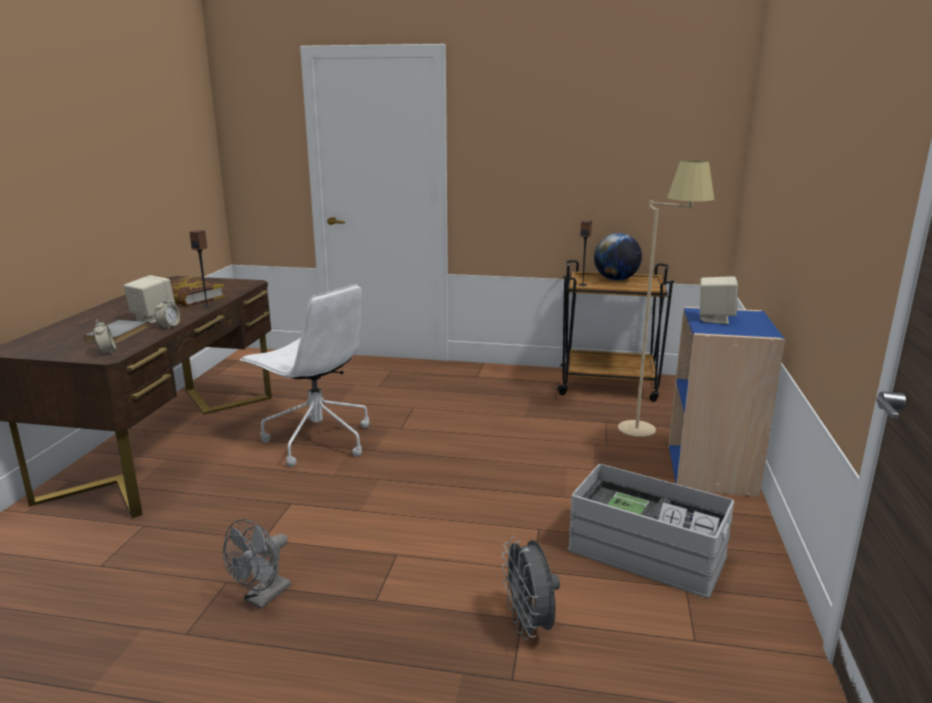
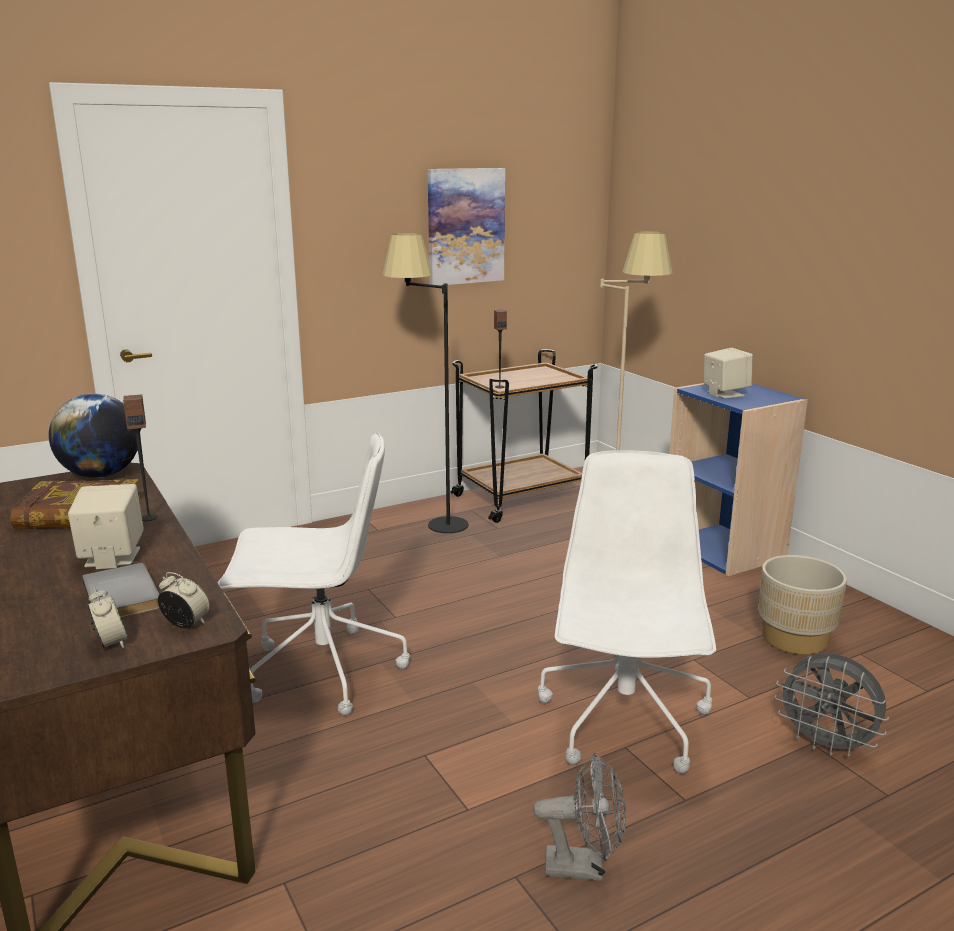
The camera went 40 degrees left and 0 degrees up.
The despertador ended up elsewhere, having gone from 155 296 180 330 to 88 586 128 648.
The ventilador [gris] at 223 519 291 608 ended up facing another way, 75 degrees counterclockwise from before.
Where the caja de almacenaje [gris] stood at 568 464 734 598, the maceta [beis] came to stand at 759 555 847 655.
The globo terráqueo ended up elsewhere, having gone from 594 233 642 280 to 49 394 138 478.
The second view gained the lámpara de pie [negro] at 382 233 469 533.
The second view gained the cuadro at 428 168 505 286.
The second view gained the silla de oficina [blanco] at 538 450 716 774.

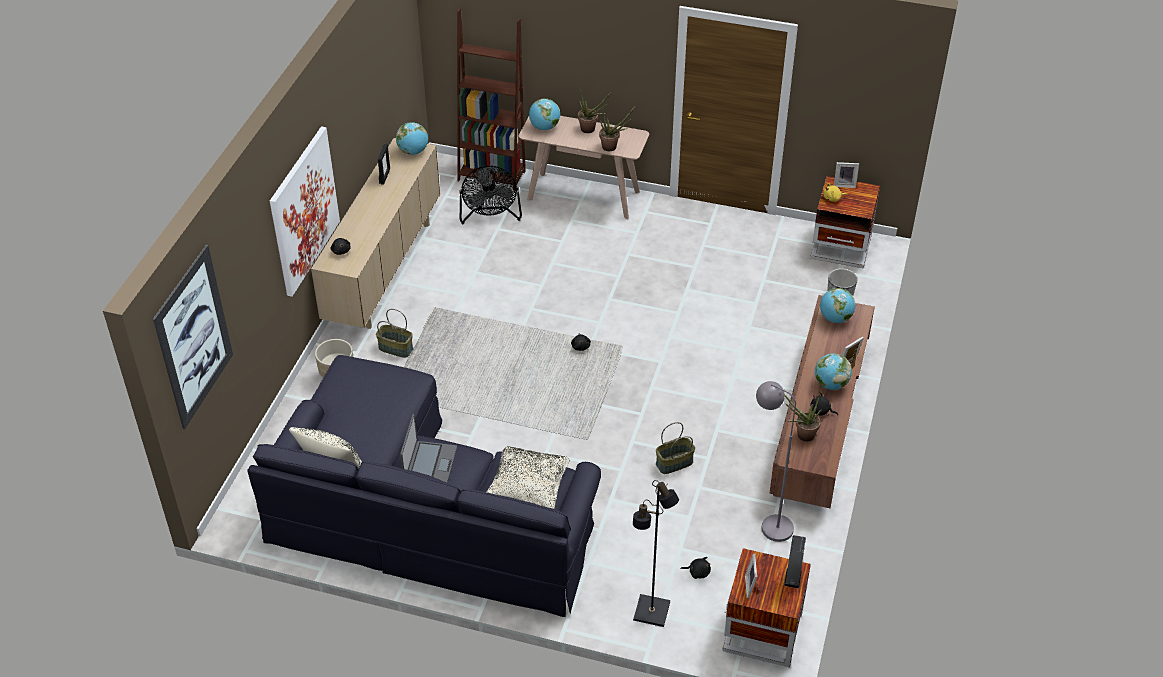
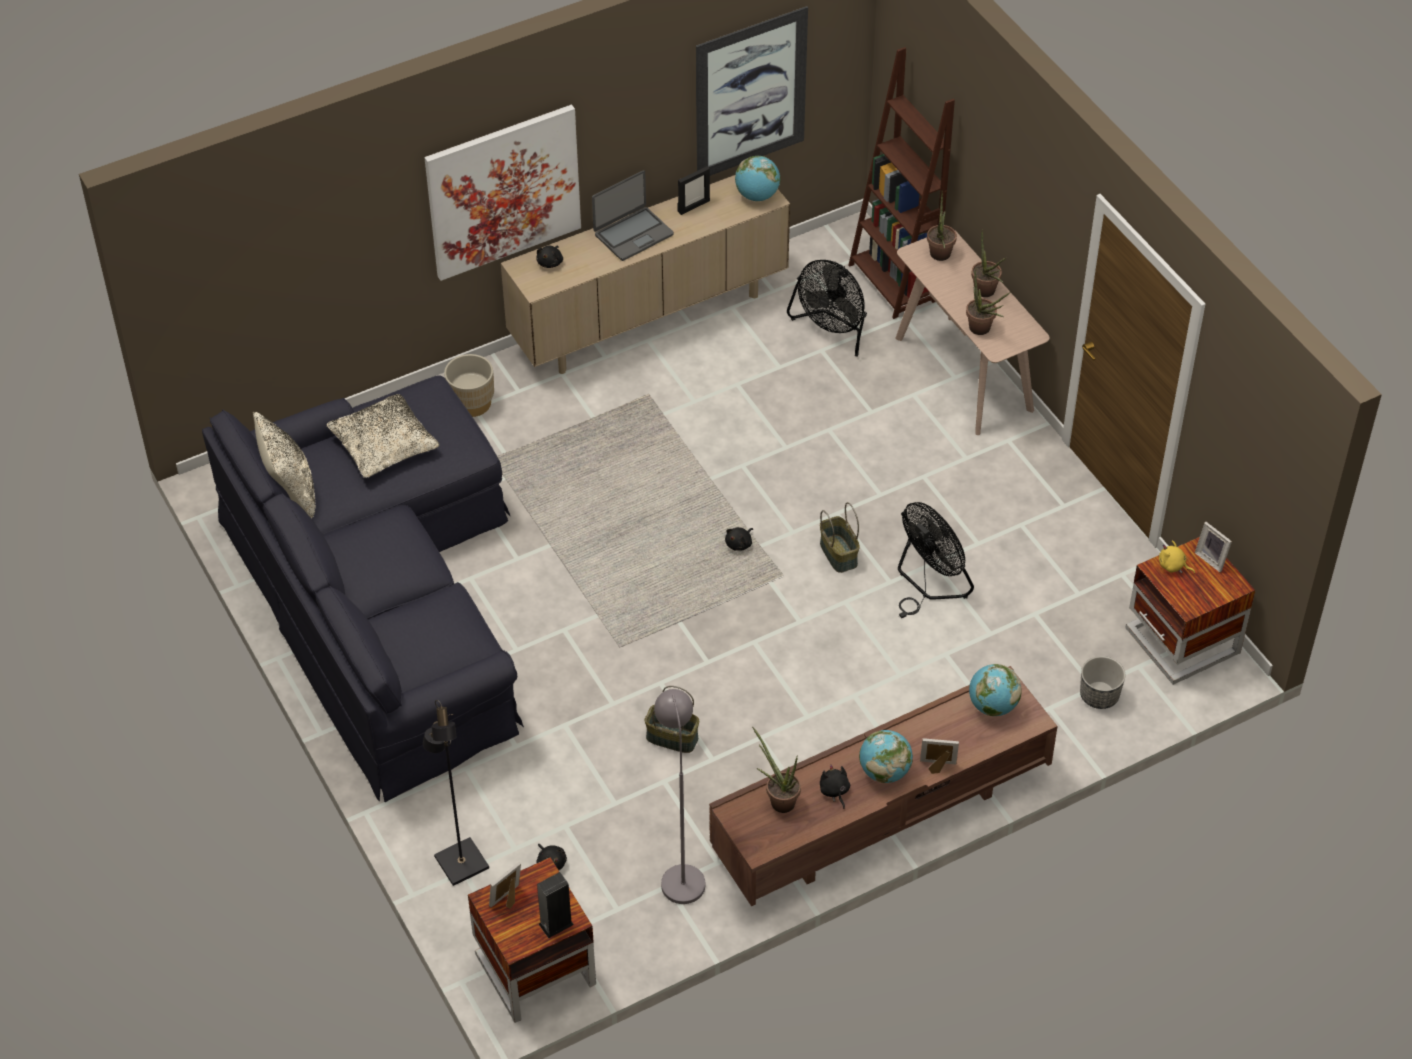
The camera went 45 degrees right and 5 degrees up.
The cuadro ended up elsewhere, having gone from 153 245 233 429 to 696 6 808 176.
The cesta ended up elsewhere, having gone from 376 309 413 358 to 820 502 860 573.
The portátil ended up elsewhere, having gone from 400 414 457 483 to 592 170 674 261.
The cojín [beis] ended up elsewhere, having gone from 486 446 569 509 to 327 394 439 478.
Where the globo terráqueo stood at 529 98 560 130, the planta en maceta came to stand at 927 193 957 261.
The second view gained the ventilador [negro] at 898 502 974 618.

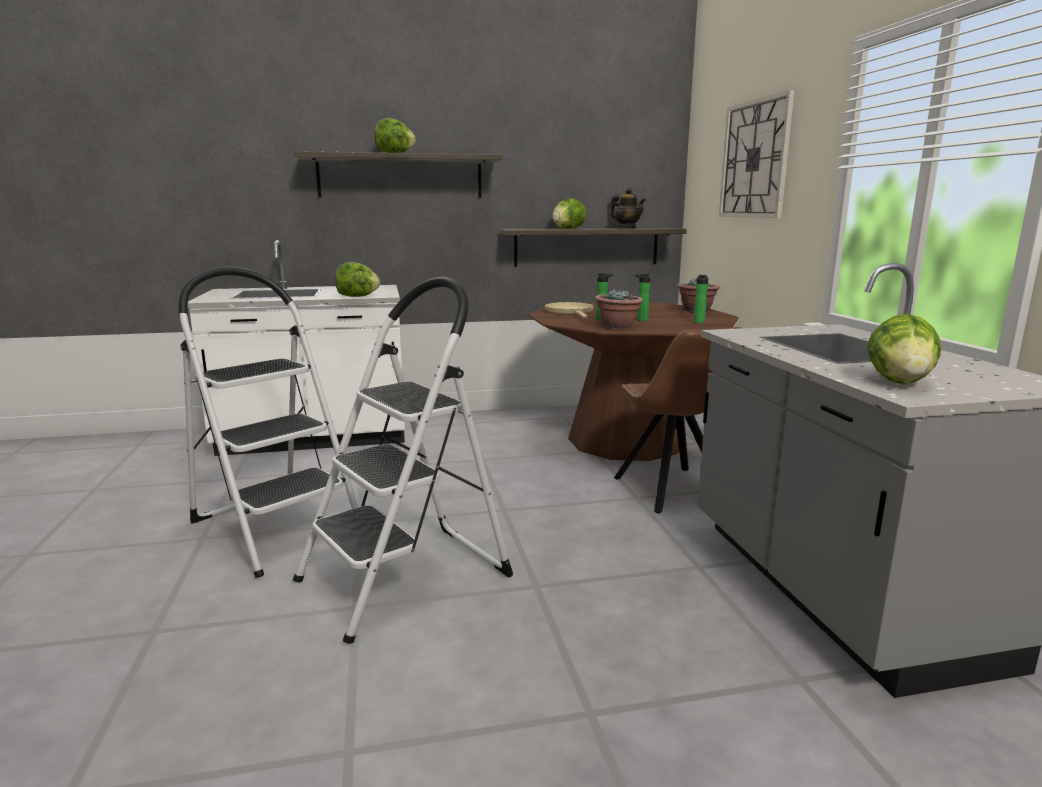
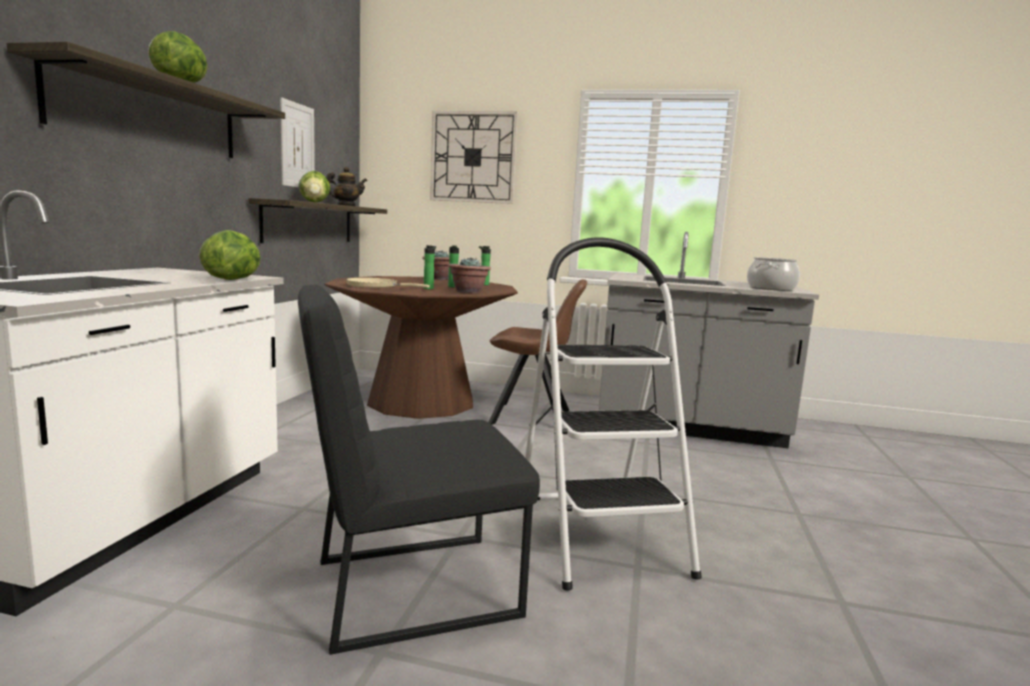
The camera went 65 degrees left and 5 degrees down.
Where the escalera de tijera stood at 178 267 358 578, the silla [negro] came to stand at 298 284 540 655.
Where the lechuga stood at 867 314 941 384, the olla came to stand at 747 257 800 291.
The second view gained the cuadro at 280 97 315 187.

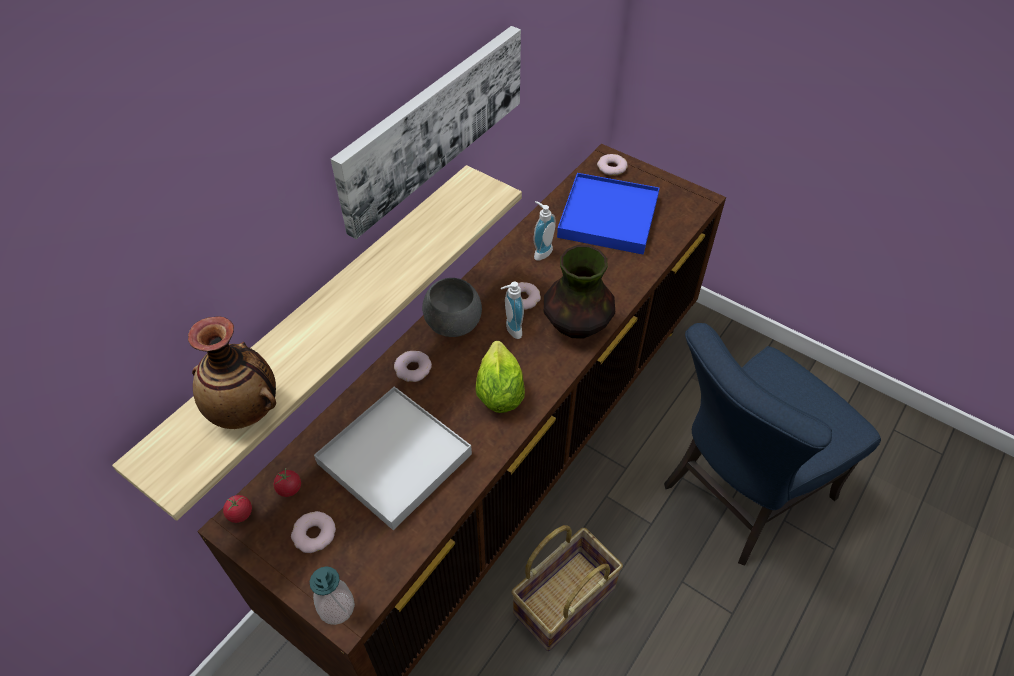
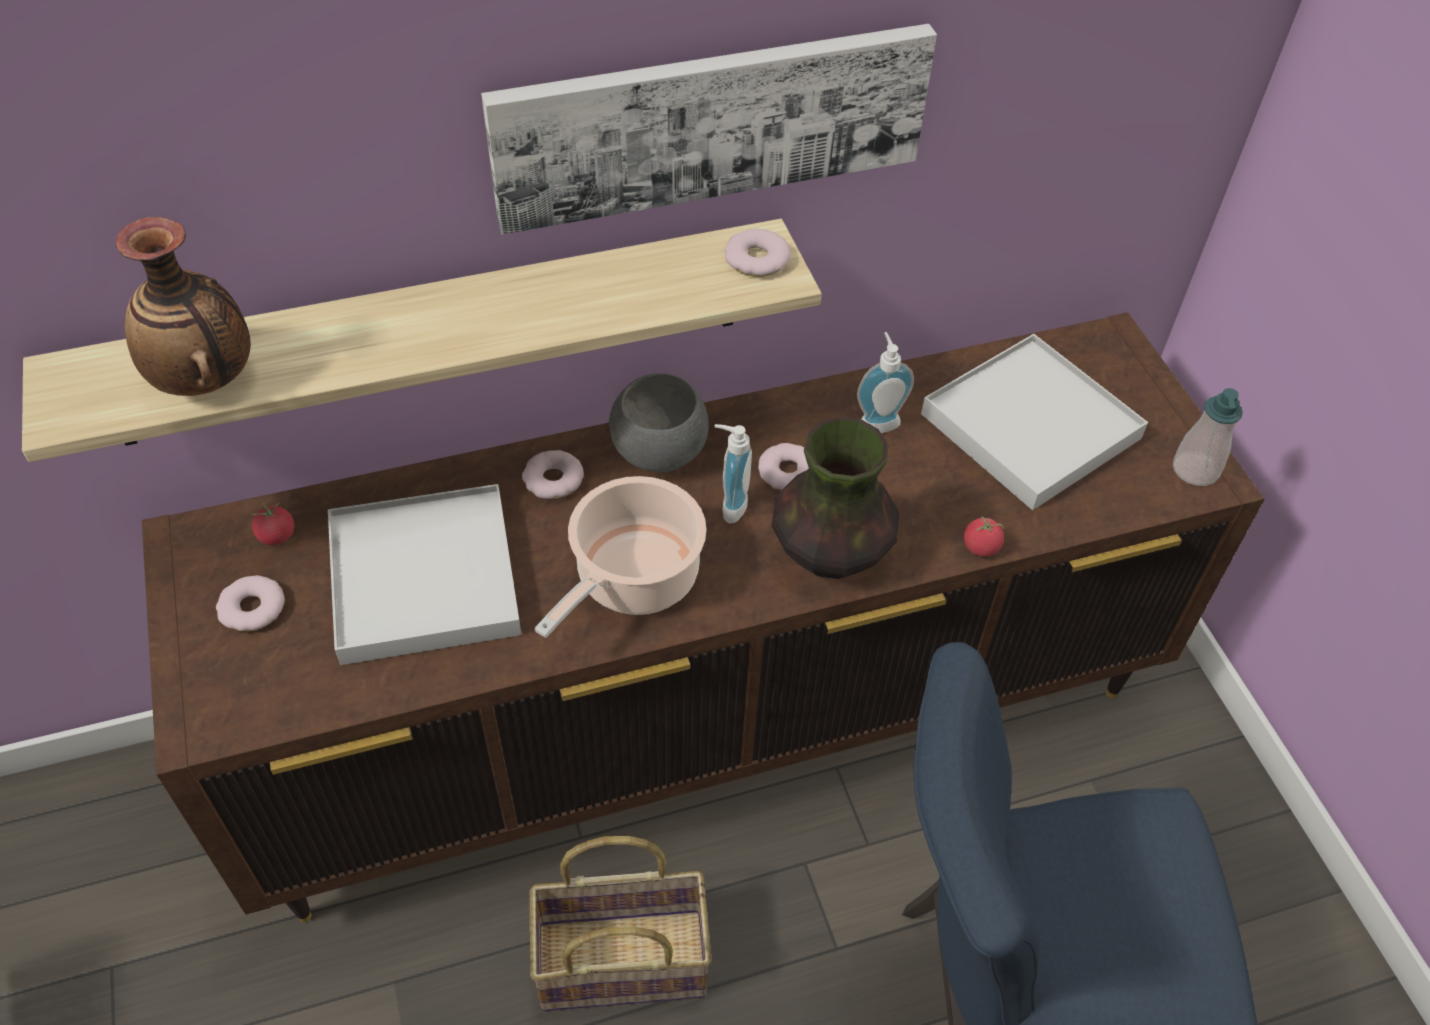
The camera went 35 degrees right and 0 degrees up.
The tomate ended up elsewhere, having gone from 223 495 252 523 to 964 516 1004 557.
The dispensador de jabón ended up elsewhere, having gone from 310 566 355 625 to 1173 388 1243 486.
Where the lechuga stood at 476 341 525 413, the olla came to stand at 535 476 707 638.
What was the bandeja [azul] at 557 173 660 254 turned into the bandeja [blanco] at 921 334 1148 510.
The rosquilla ended up elsewhere, having gone from 597 154 628 176 to 724 229 791 277.

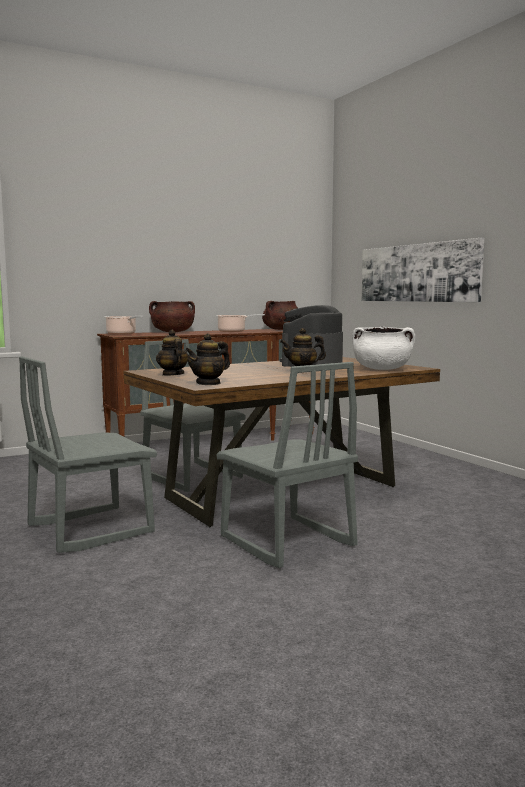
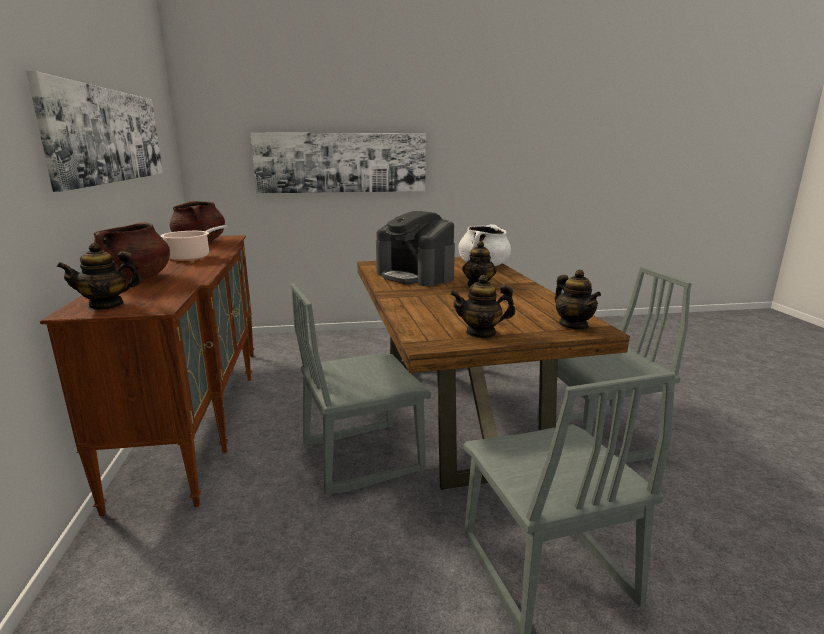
The camera went 70 degrees left and 10 degrees up.
Where the olla stood at 106 316 143 335, the tetera came to stand at 57 243 142 310.
The second view gained the cuadro at 26 71 163 192.

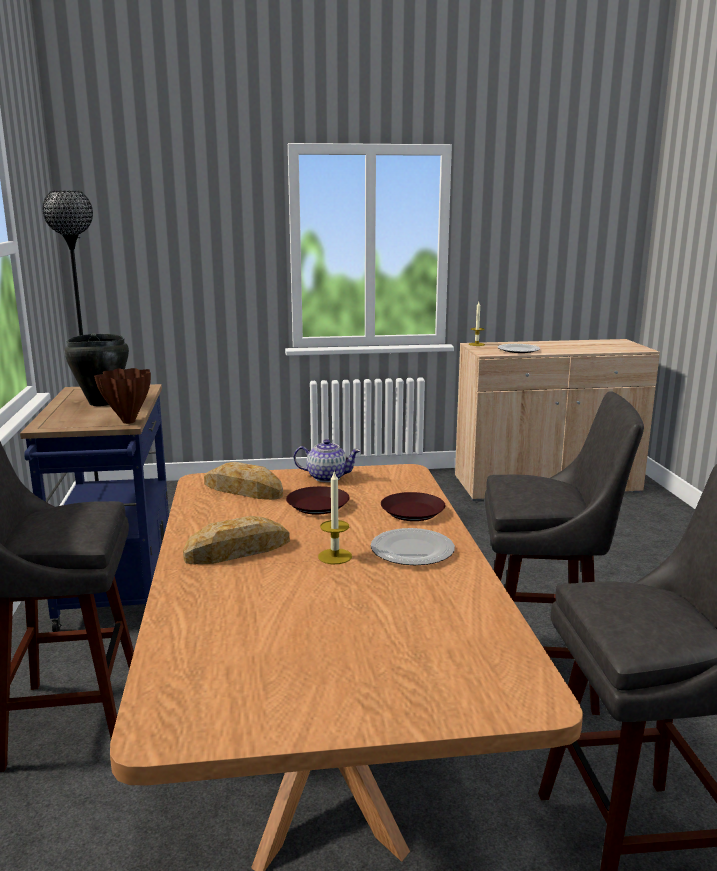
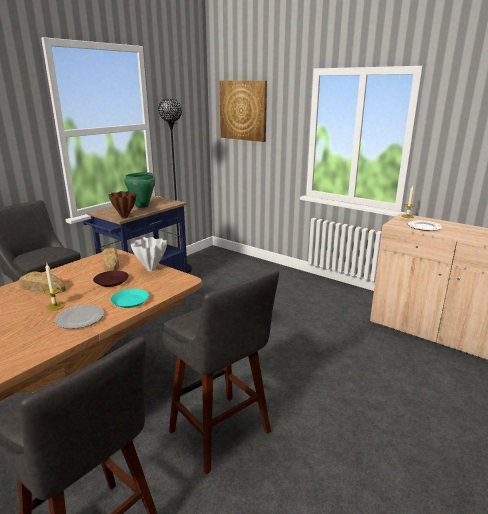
The camera went 45 degrees right and 5 degrees up.
What was the olla [negro] at 64 334 129 406 turned into the olla [verde] at 124 172 155 208.
Where the tetera stood at 294 439 361 482, the florero [blanco] came to stand at 131 237 167 271.
What was the plato [marrón] at 381 492 445 521 turned into the plato [turquesa] at 111 289 149 308.
The second view gained the cuadro at 219 81 267 142.

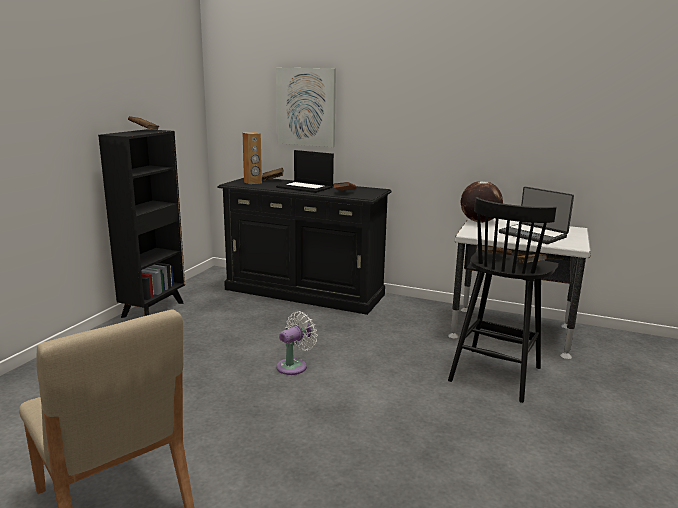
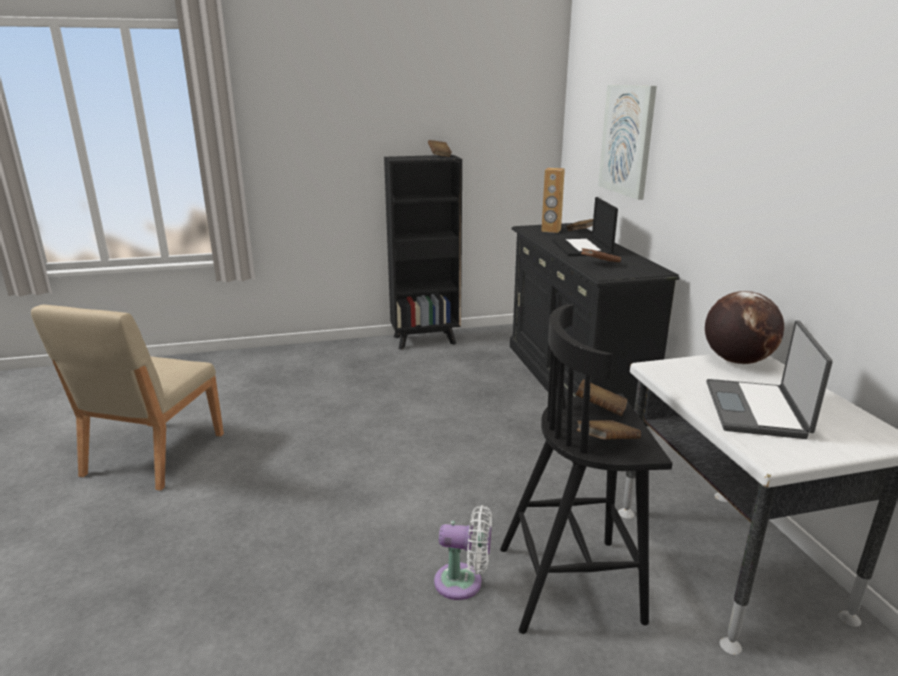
The camera went 55 degrees right and 5 degrees up.
The ventilador [blanco] ended up elsewhere, having gone from 277 311 318 375 to 434 505 492 600.

